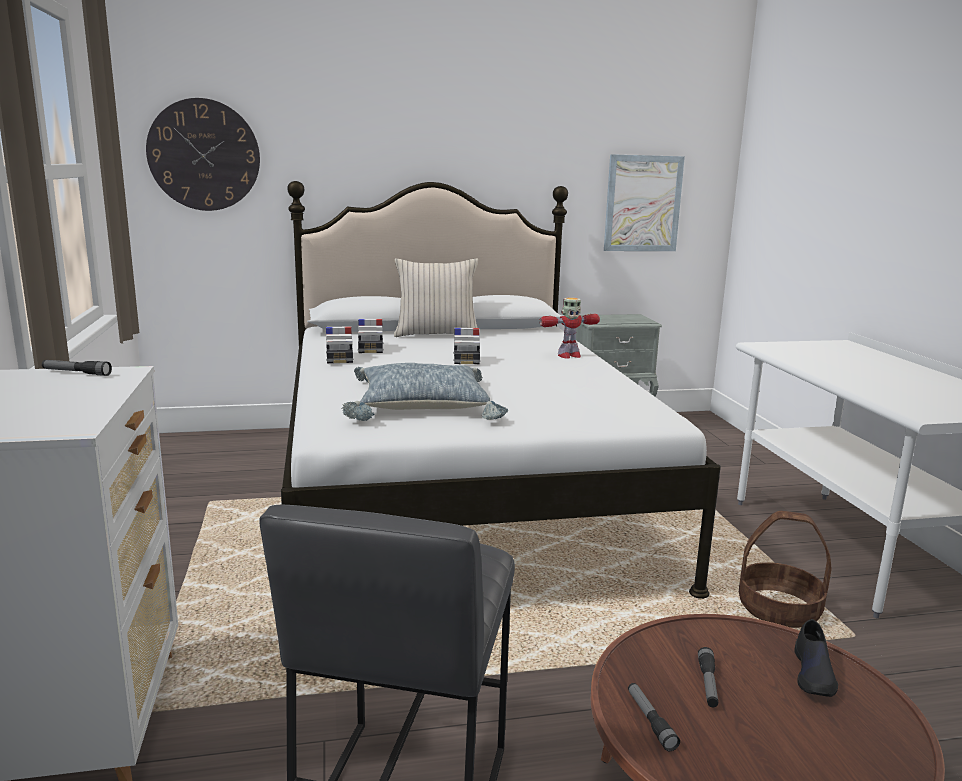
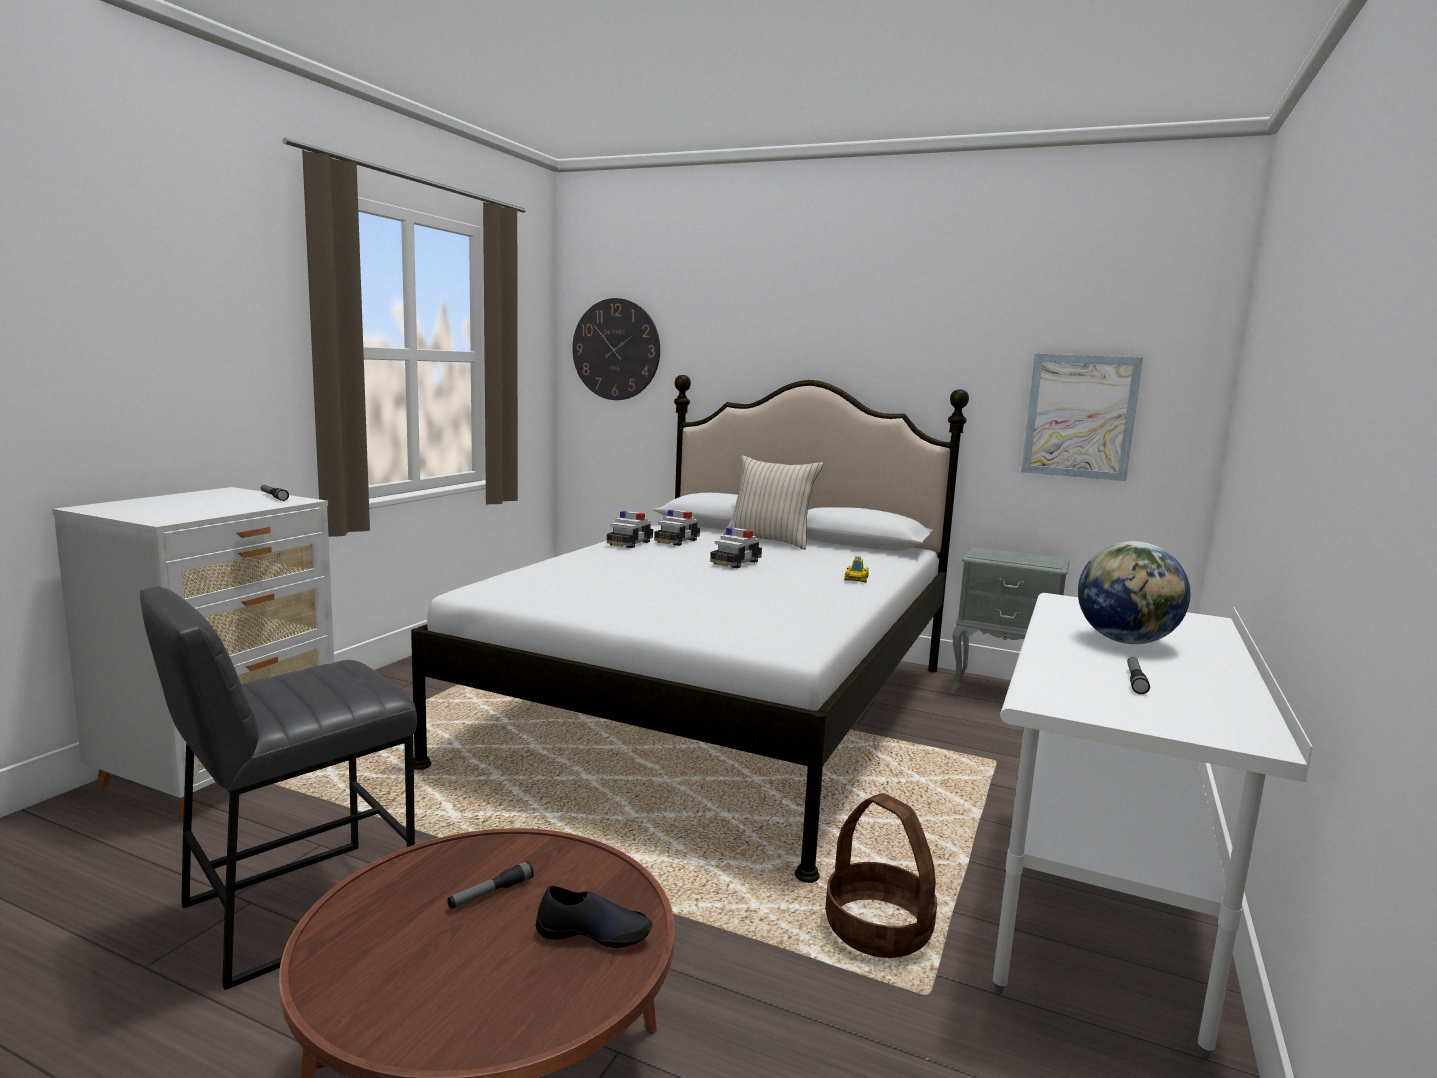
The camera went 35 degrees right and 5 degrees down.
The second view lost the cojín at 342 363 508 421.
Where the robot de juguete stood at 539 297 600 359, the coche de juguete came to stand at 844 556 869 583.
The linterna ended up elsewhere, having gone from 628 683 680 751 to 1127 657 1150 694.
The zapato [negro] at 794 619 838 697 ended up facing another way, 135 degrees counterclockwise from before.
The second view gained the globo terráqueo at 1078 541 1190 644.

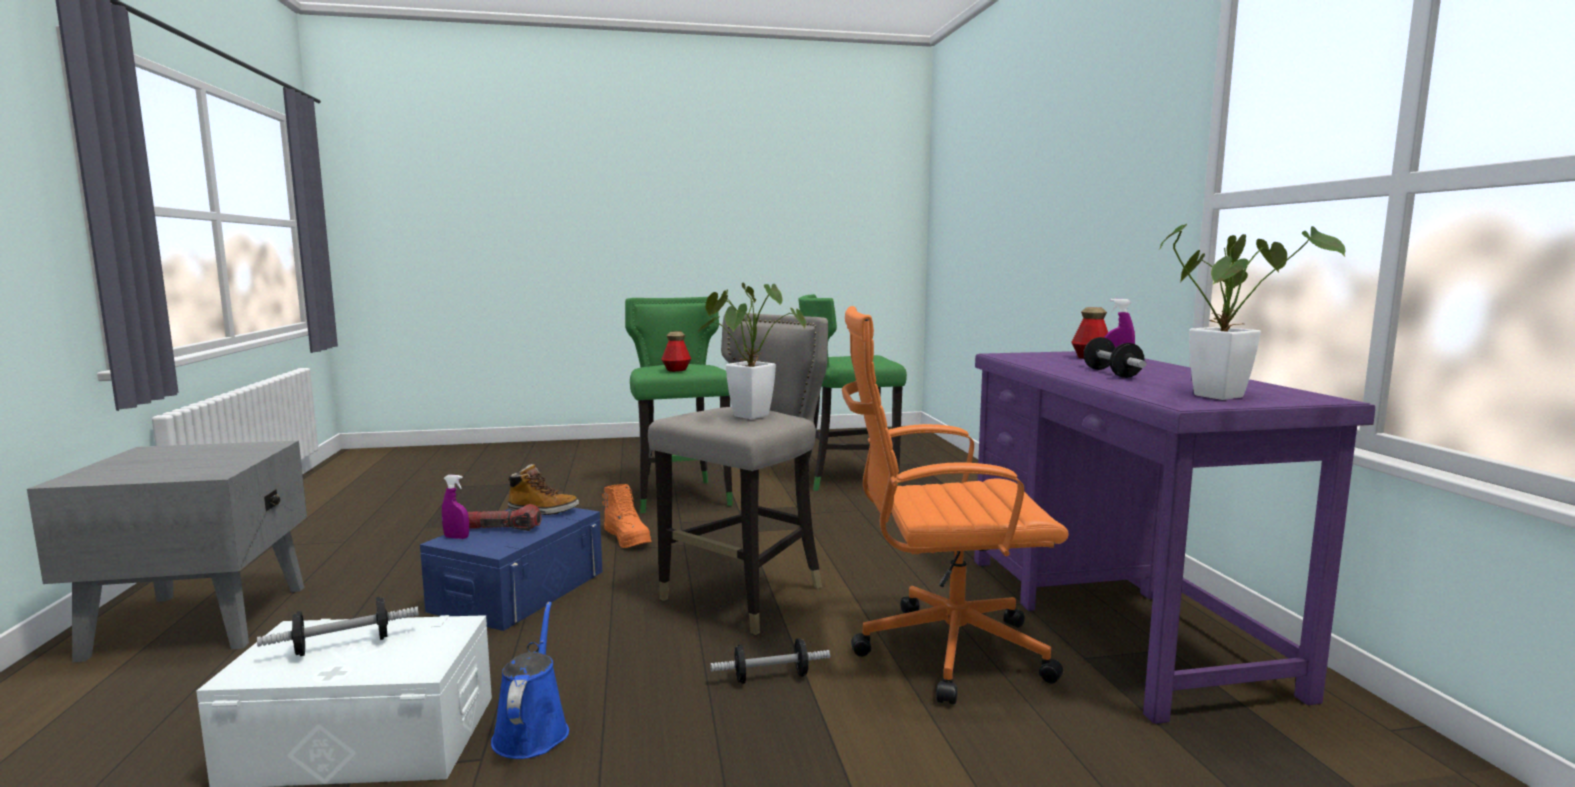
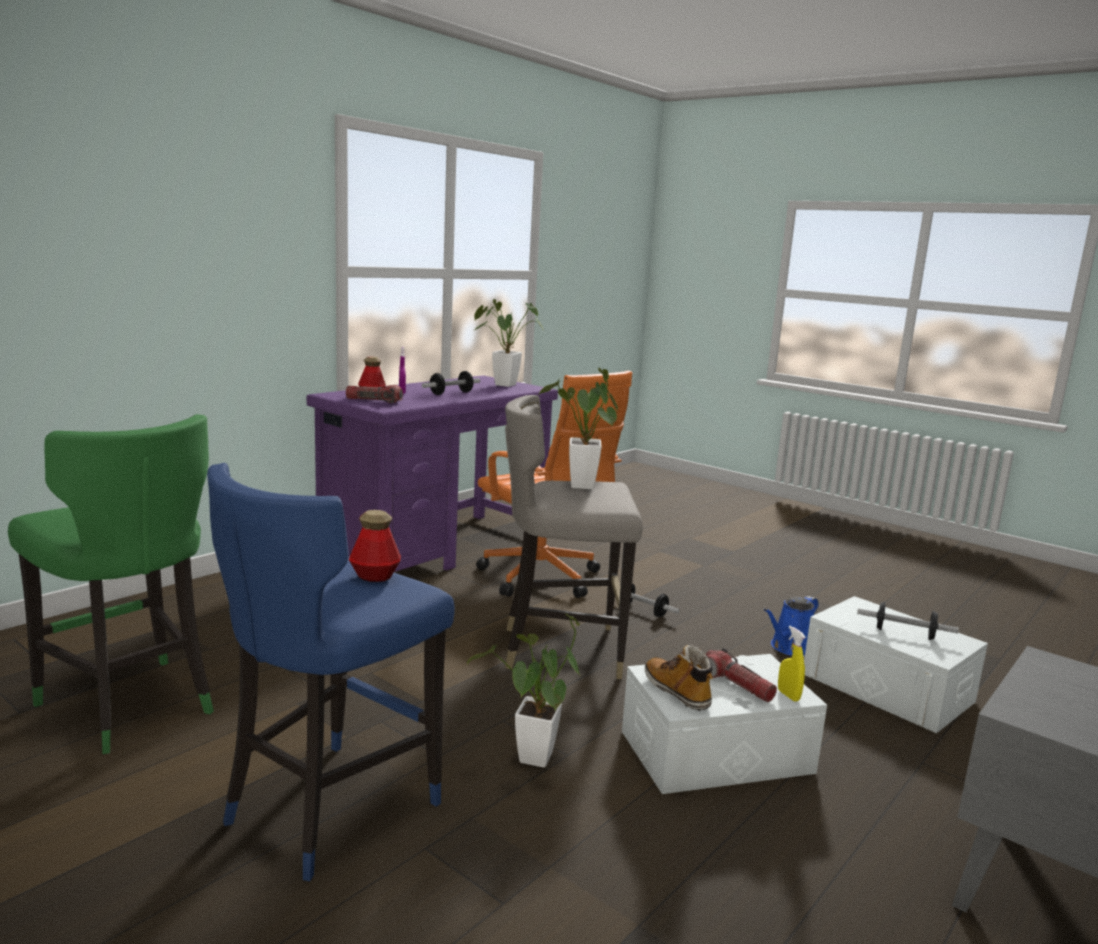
The camera went 130 degrees left and 5 degrees up.
What was the caja de almacenaje [azul] at 420 508 602 631 turned into the caja de almacenaje [blanco] at 622 654 827 794.
What was the pulverizador [morado] at 442 475 469 539 turned into the pulverizador [amarillo] at 778 626 806 702.
Where the bota [naranja] stood at 602 484 652 548, the planta en maceta came to stand at 466 613 580 768.
What was the taburete [verde] at 625 297 733 513 turned into the taburete [azul] at 207 463 455 881.
The second view gained the linterna at 346 385 403 403.

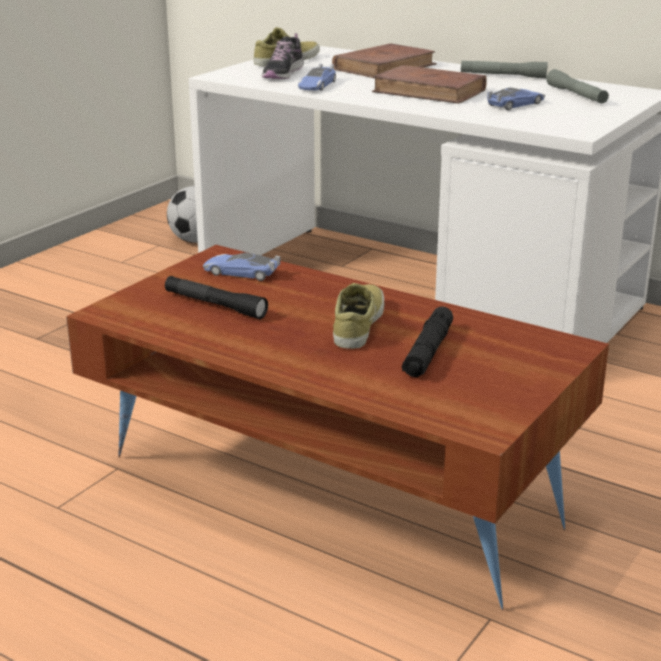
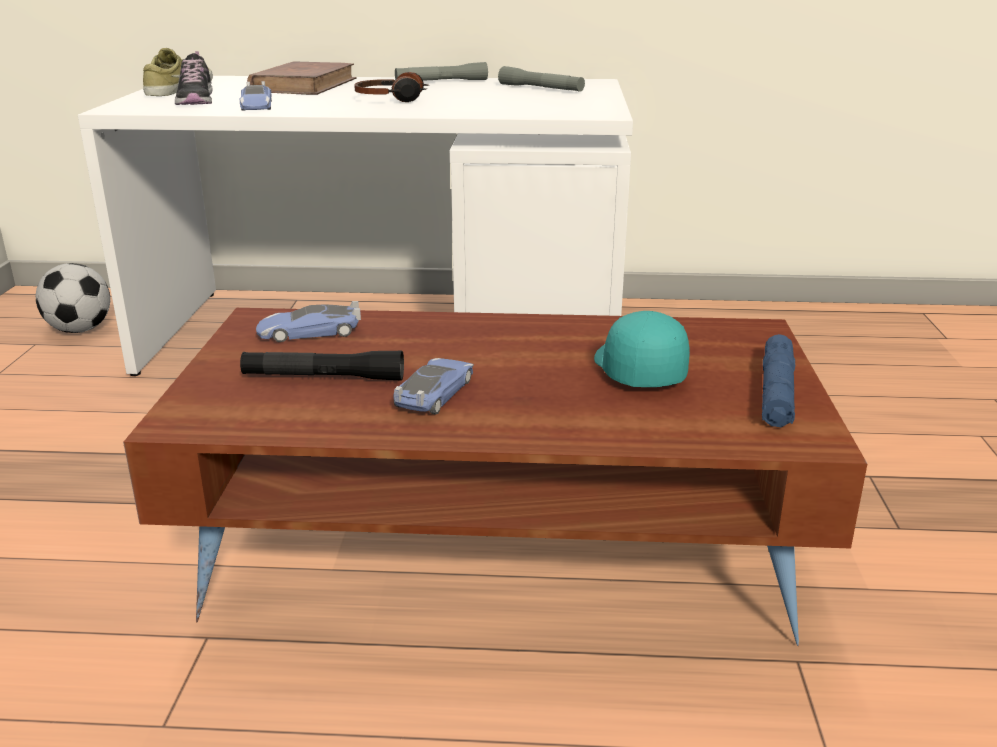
The camera went 30 degrees left and 0 degrees up.
The second view lost the zapato [beis] at 333 283 384 349.
Where the libro [marrón] stood at 372 65 487 104, the auriculares came to stand at 354 72 429 102.
Where the linterna [negro] stood at 402 306 453 377, the gorra [turquesa] came to stand at 594 311 690 387.
The coche de juguete ended up elsewhere, having gone from 487 87 545 110 to 393 358 474 414.
The second view gained the linterna [azul] at 762 334 795 427.

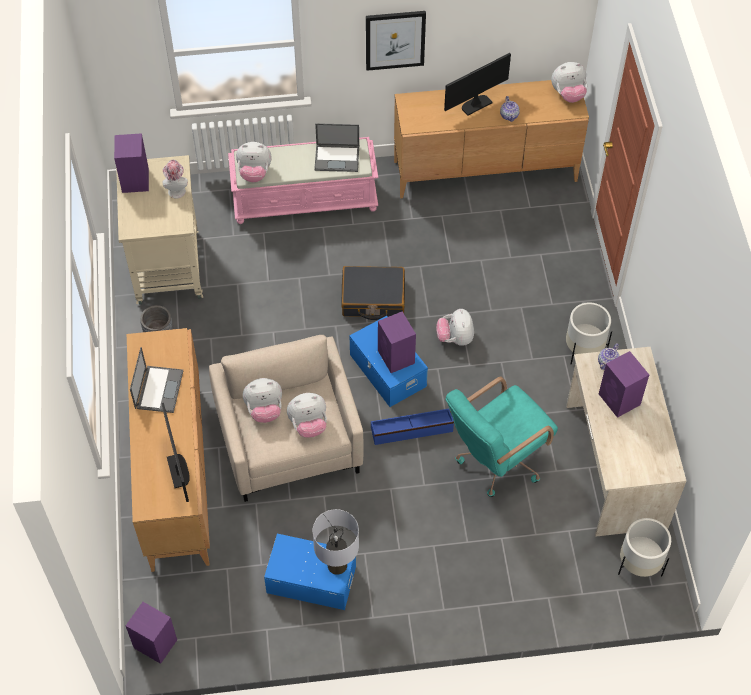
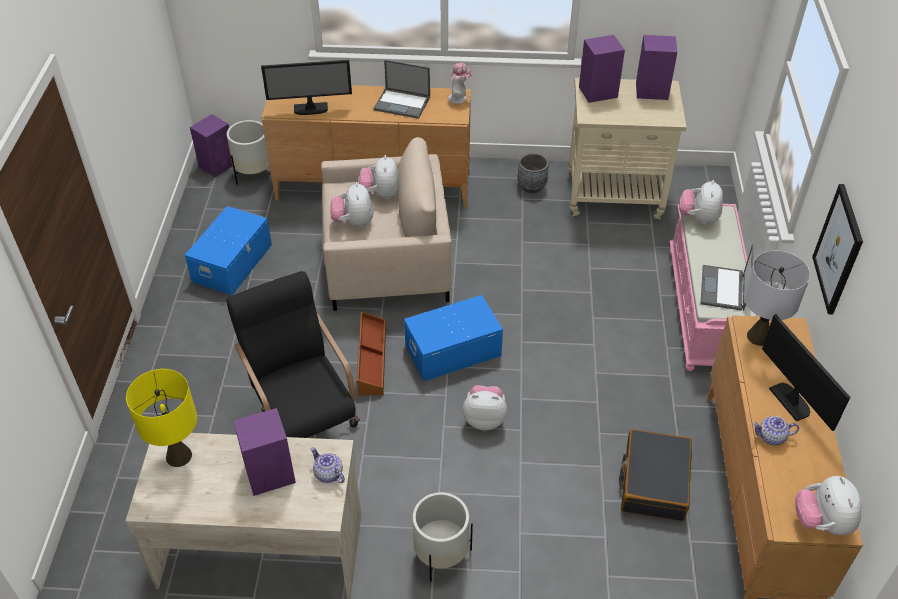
The camera went 100 degrees right and 10 degrees down.
The sombrero ended up elsewhere, having gone from 162 160 188 198 to 448 63 473 104.
The lámpara de mesa [gris] ended up elsewhere, having gone from 313 509 359 575 to 744 251 810 346.
The maleta [negro] ended up elsewhere, having gone from 342 266 405 320 to 619 429 692 521.
What was the caja de almacenaje [azul] at 371 408 454 445 turned into the caja de almacenaje [marrón] at 357 312 386 396.
The altavoz [morado] ended up elsewhere, having gone from 378 312 416 373 to 579 35 625 103.
What was the silla de oficina [turquesa] at 445 377 558 497 turned into the silla de oficina [negro] at 226 271 360 438.
The maceta [blanco] ended up elsewhere, having gone from 618 518 671 577 to 227 120 269 185.
The second view gained the lámpara de mesa [amarillo] at 126 369 197 467.

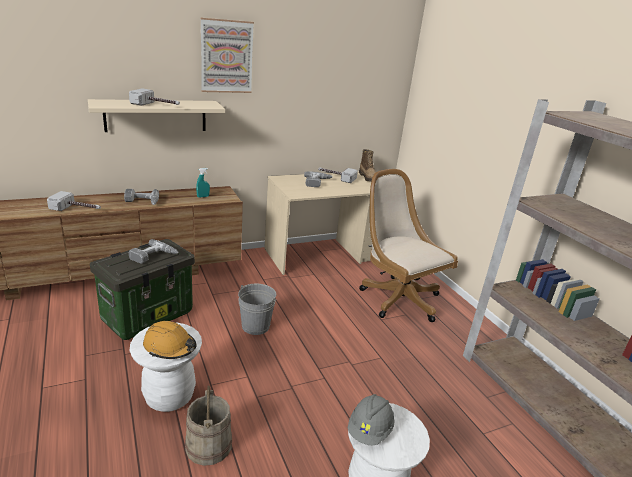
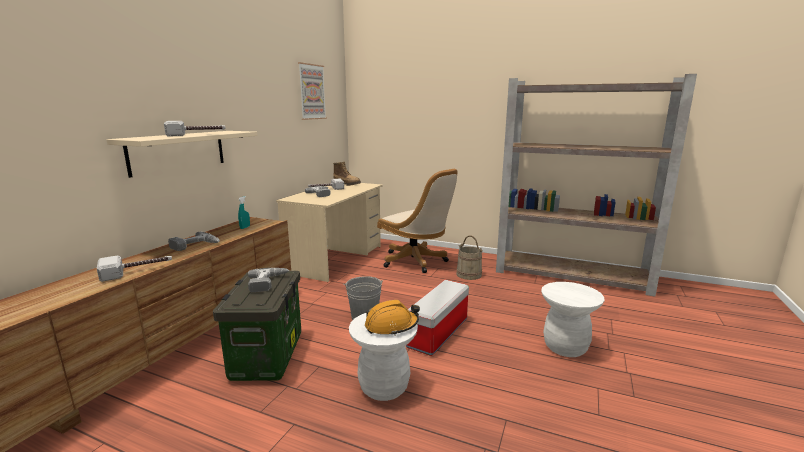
The camera went 40 degrees left and 10 degrees down.
The cubo [beis] ended up elsewhere, having gone from 185 386 232 466 to 456 235 483 280.
The cuadro ended up elsewhere, having gone from 200 17 254 93 to 298 62 327 120.
The second view lost the casco [gris] at 348 394 395 445.
The silla de oficina at 359 169 458 322 ended up facing another way, 150 degrees counterclockwise from before.
The second view gained the caja de almacenaje at 406 280 469 356.

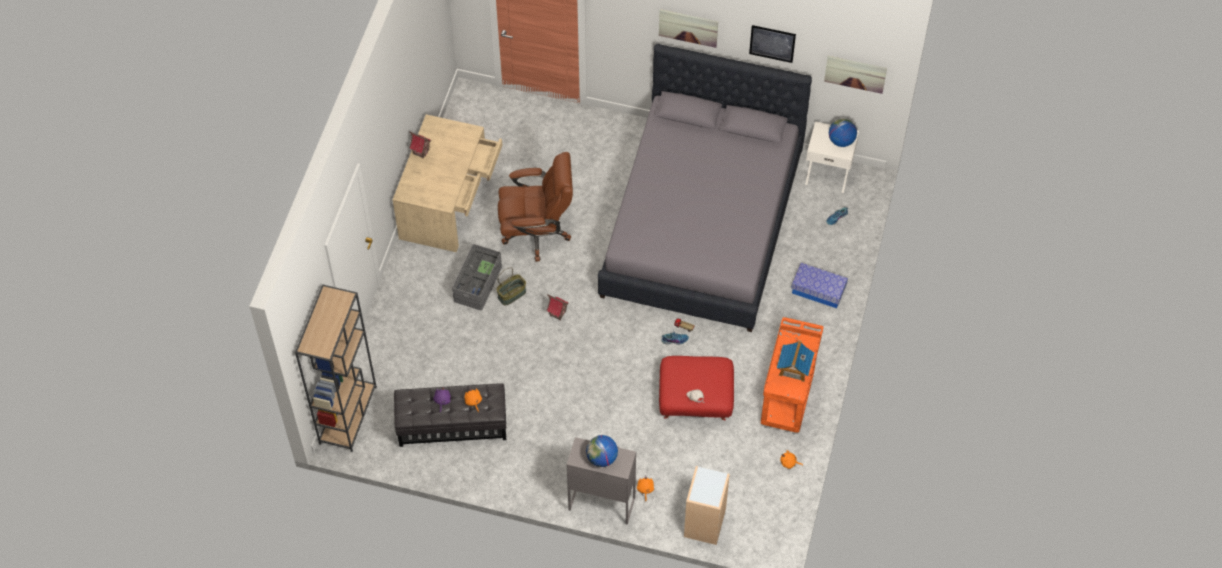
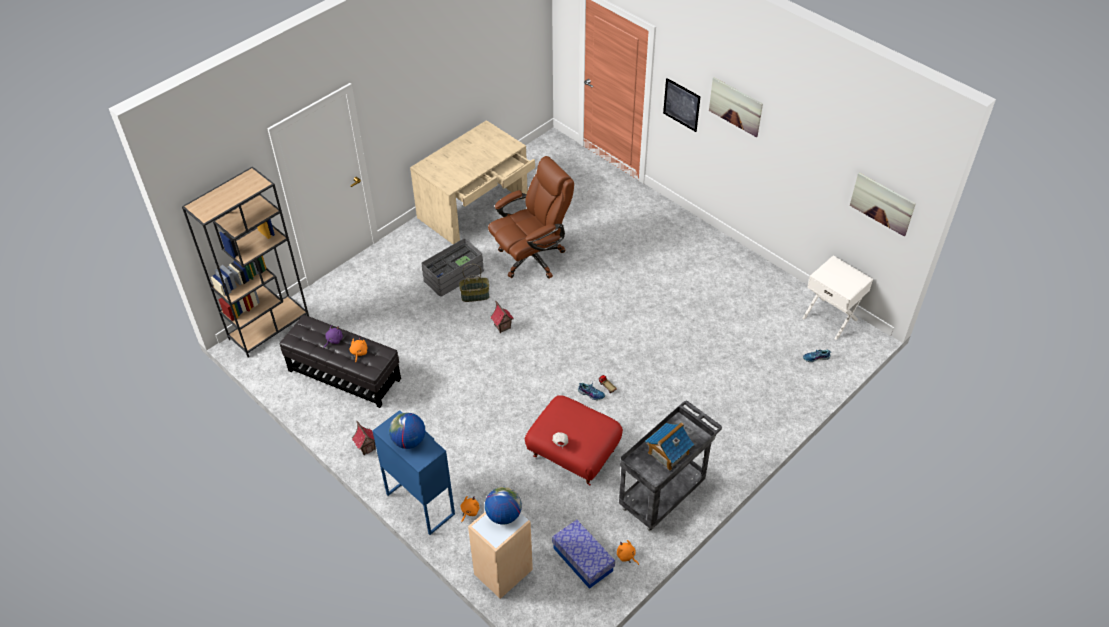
The camera went 30 degrees right and 10 degrees down.
The casita ended up elsewhere, having gone from 409 131 431 159 to 352 421 375 455.
The silla de oficina [marrón] at 498 152 573 262 ended up facing another way, 60 degrees counterclockwise from before.
What was the armario [gris] at 567 437 636 525 turned into the armario [azul] at 373 410 455 535.
The second view lost the cama [gris] at 598 44 812 332.
The cuadro ended up elsewhere, having gone from 749 25 796 63 to 663 78 700 132.
What was the carrito [naranja] at 761 317 823 434 turned into the carrito [gris] at 619 401 722 531.
The caja de almacenaje ended up elsewhere, having gone from 791 263 848 308 to 552 520 615 589.
The globo terráqueo ended up elsewhere, having gone from 829 119 857 147 to 485 487 522 525.

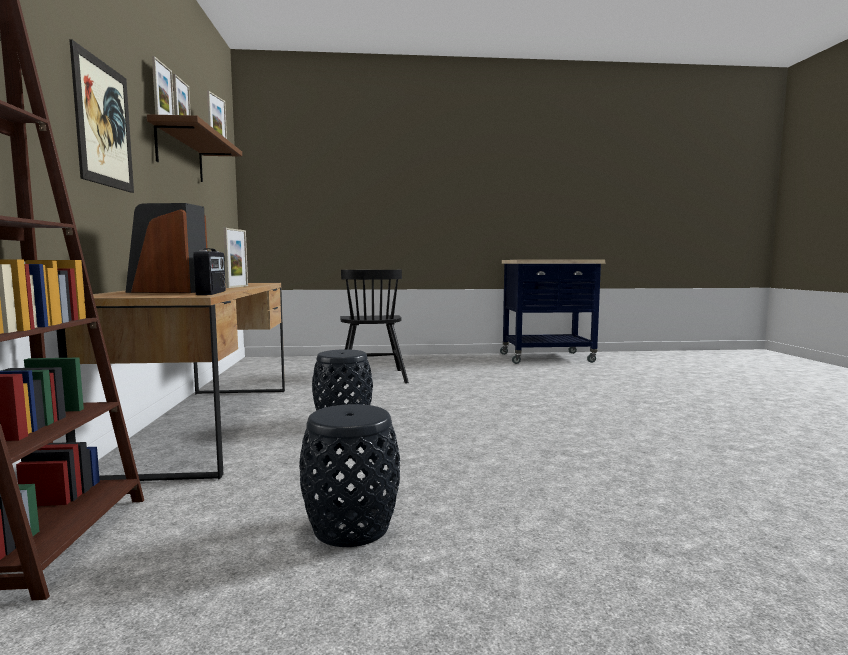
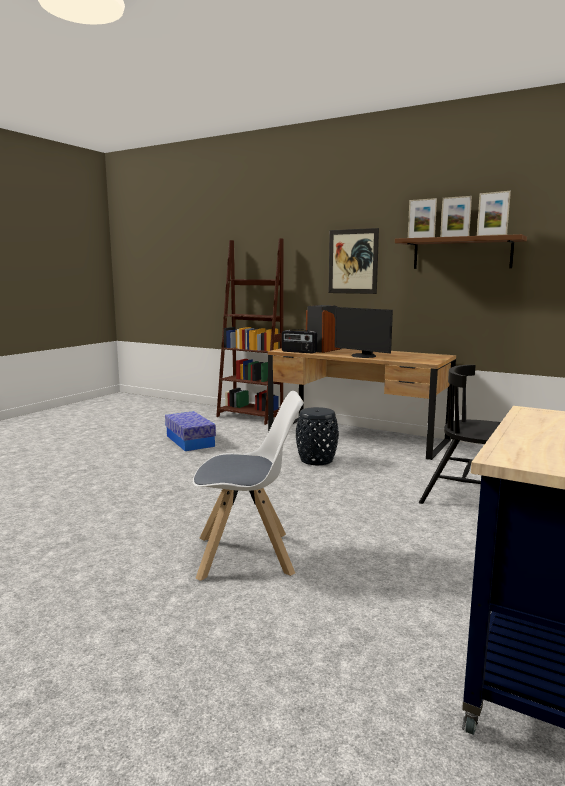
The camera went 125 degrees right and 5 degrees up.
Where the portarretratos stood at 223 228 248 288, the monitor came to stand at 335 307 393 358.
Where the taburete [negro] stood at 299 404 400 547, the caja de almacenaje came to stand at 165 411 216 451.
The second view gained the silla at 193 391 304 581.

